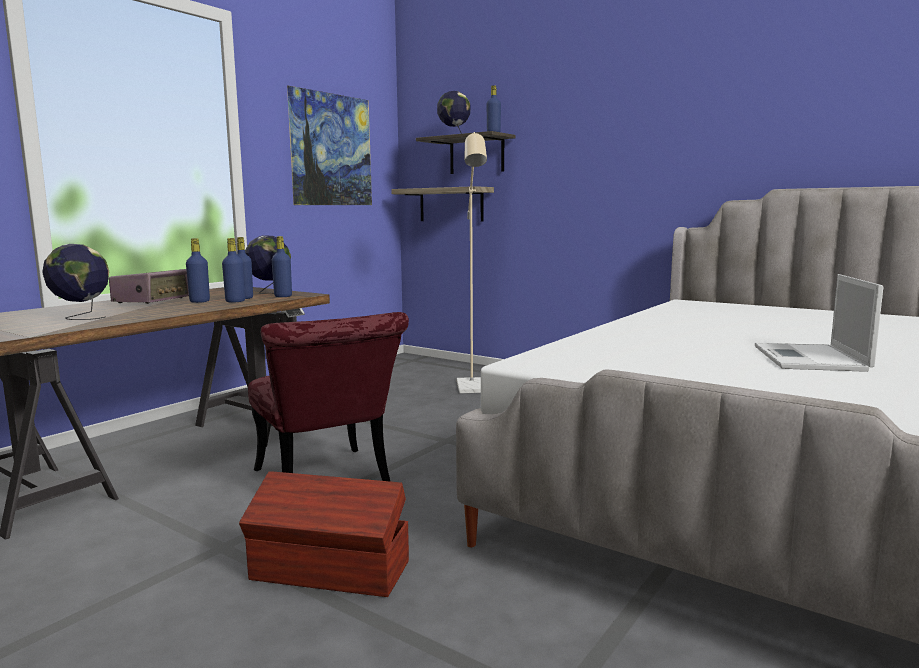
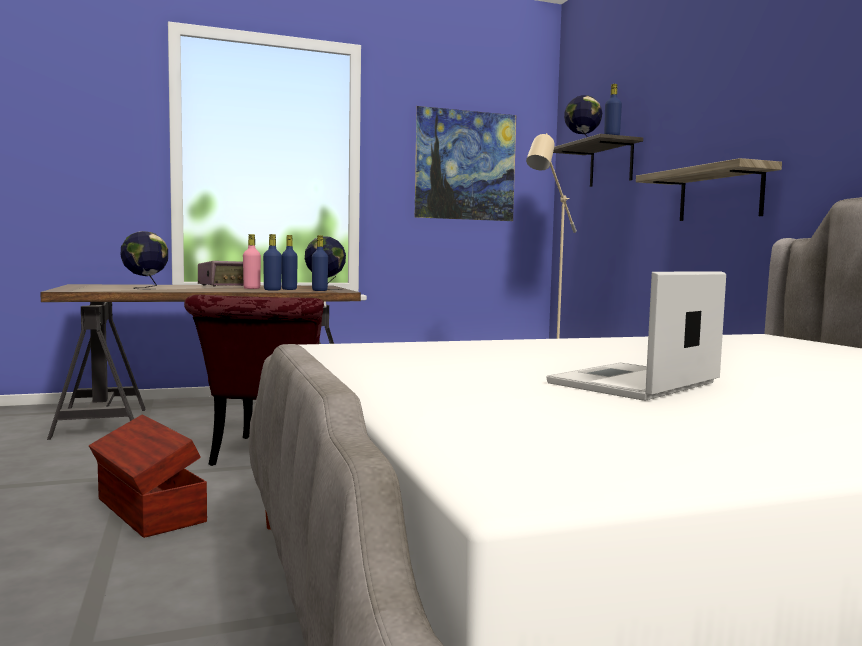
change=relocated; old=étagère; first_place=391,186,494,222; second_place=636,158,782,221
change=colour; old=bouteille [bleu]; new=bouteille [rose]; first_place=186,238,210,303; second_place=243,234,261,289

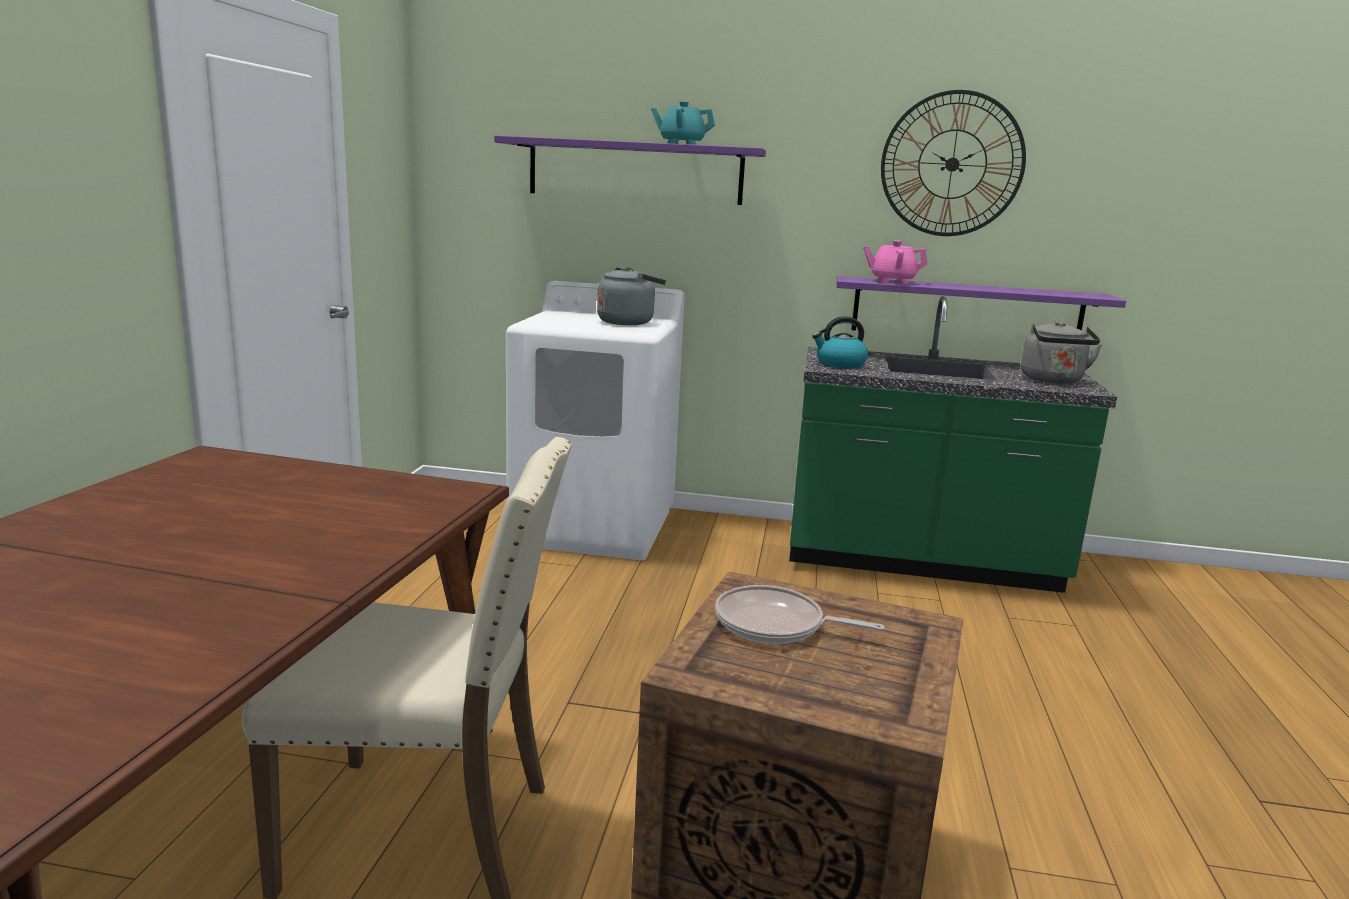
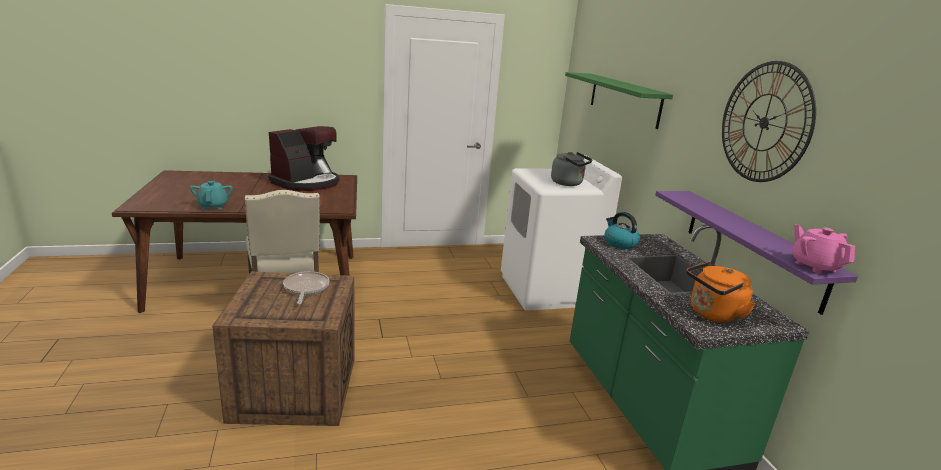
change=appeared; new=machine à café; second_place=269,126,340,191
change=relocated; old=théière [turquoise]; first_place=651,101,715,145; second_place=190,180,233,210
change=relocated; old=théière [rose]; first_place=863,240,927,284; second_place=792,224,856,274
change=colour; old=étagère [violet]; new=étagère [vert]; first_place=494,135,766,205; second_place=565,72,673,129
change=colour; old=bouilloire [gris]; new=bouilloire [orange]; first_place=1021,321,1102,384; second_place=687,261,756,324

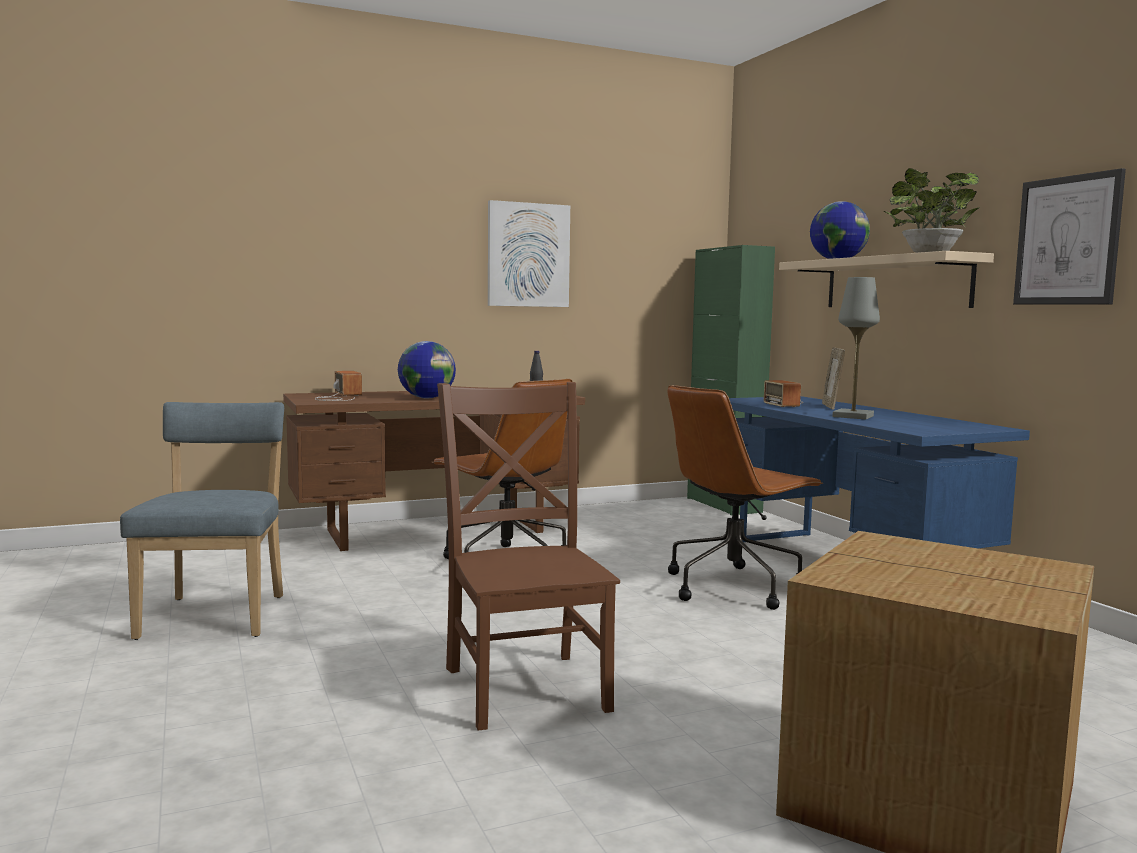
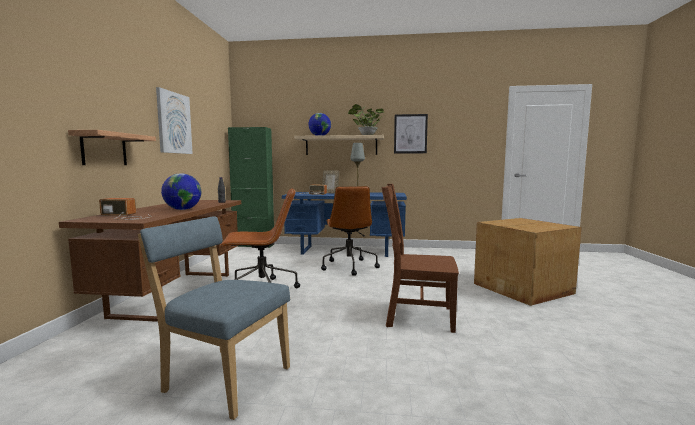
change=appeared; new=étagère; second_place=68,130,156,165

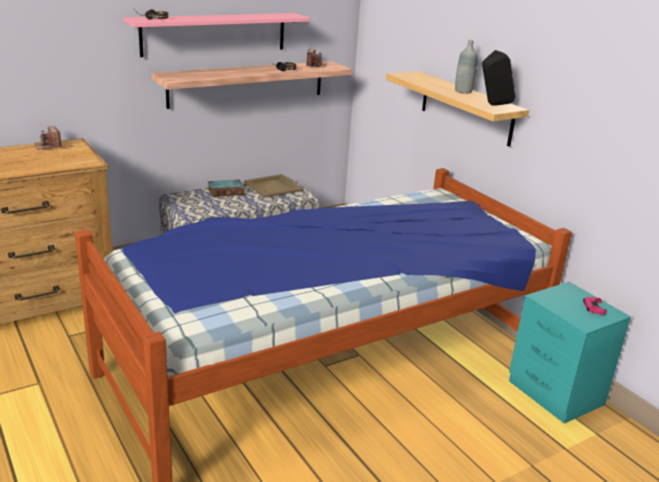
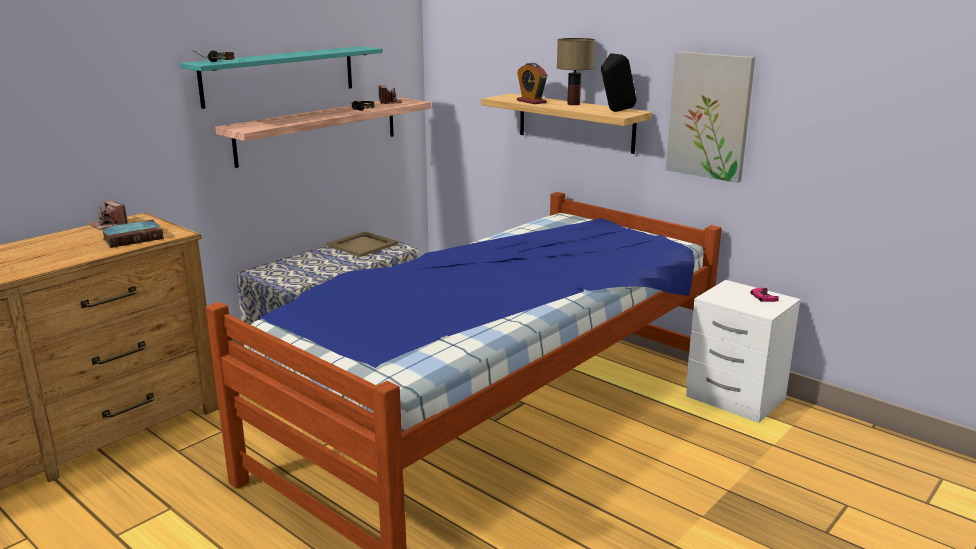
change=appeared; new=réveil; second_place=517,63,547,104
change=appeared; new=tableau; second_place=666,51,755,183
change=relocated; old=livre; first_place=208,180,245,197; second_place=101,220,164,248
change=exchanged; old=bouteille [gris]; new=lampe de table; first_place=455,40,478,94; second_place=557,38,595,105
change=colour; old=étagère [rose]; new=étagère [turquoise]; first_place=123,13,310,57; second_place=179,46,383,109
change=colour; old=table de chevet [turquoise]; new=table de chevet [blanc]; first_place=509,282,631,424; second_place=686,280,801,423

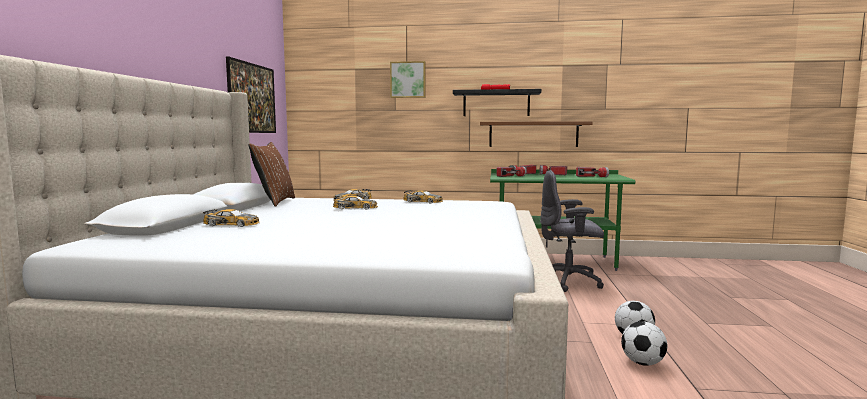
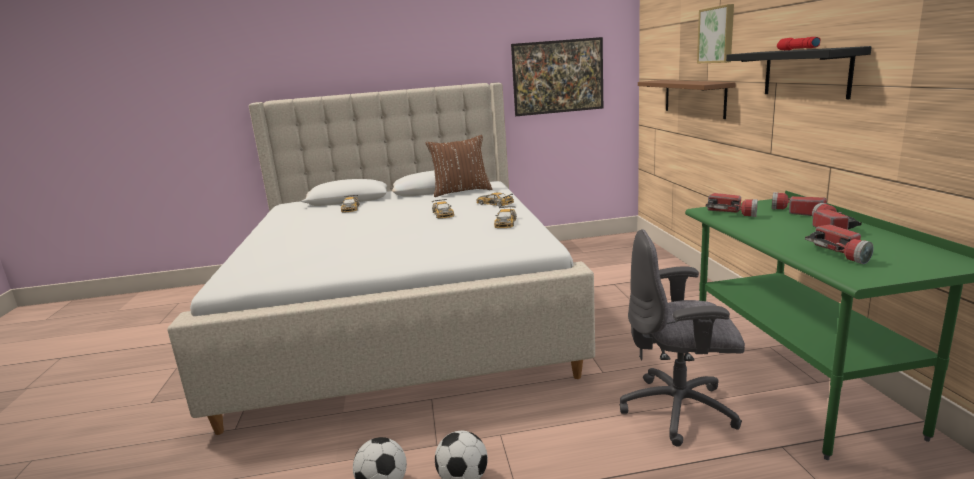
change=relocated; old=étagère [marron]; first_place=480,121,593,147; second_place=638,80,736,119
change=spun; old=chaise de bureau [gris]; first_place=540,170,604,292; second_place=620,229,745,447; degrees=-75

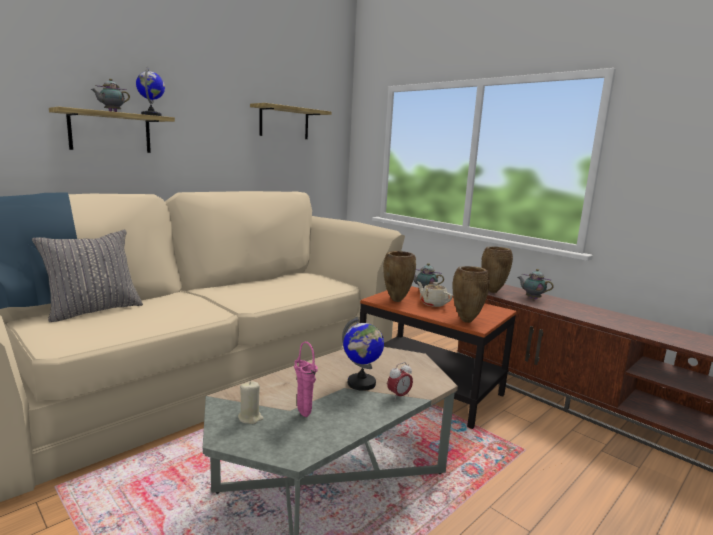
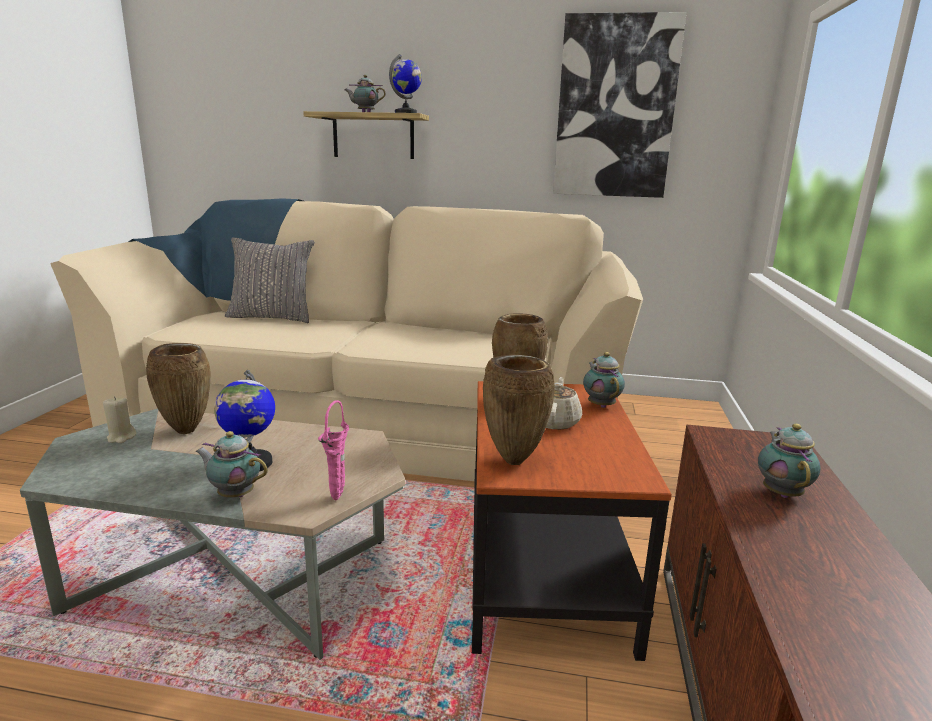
change=relocated; old=vase [rose]; first_place=294,341,318,417; second_place=318,400,349,501
change=relocated; old=vase [marron]; first_place=481,246,513,293; second_place=146,343,211,434
change=exchanged; old=étagère; new=tableau; first_place=250,103,331,139; second_place=553,12,687,198
change=exchanged; old=réveil; new=théière; first_place=387,362,413,399; second_place=195,431,268,498

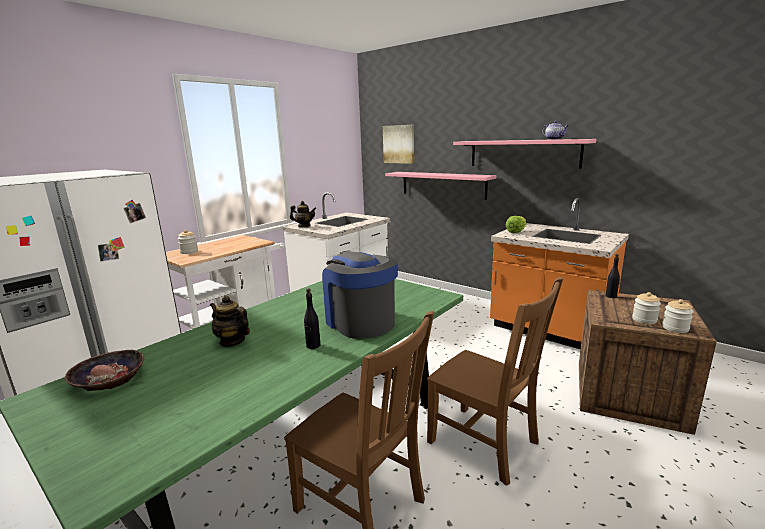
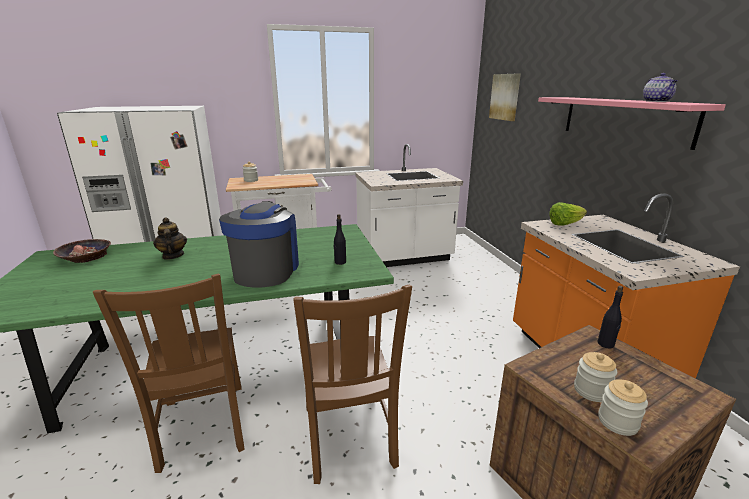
change=missing; old=théière; first_place=290,201,316,227
change=missing; old=étagère [rose]; first_place=385,172,497,200
change=relocated; old=bouteille [noir]; first_place=304,288,320,349; second_place=334,214,346,265

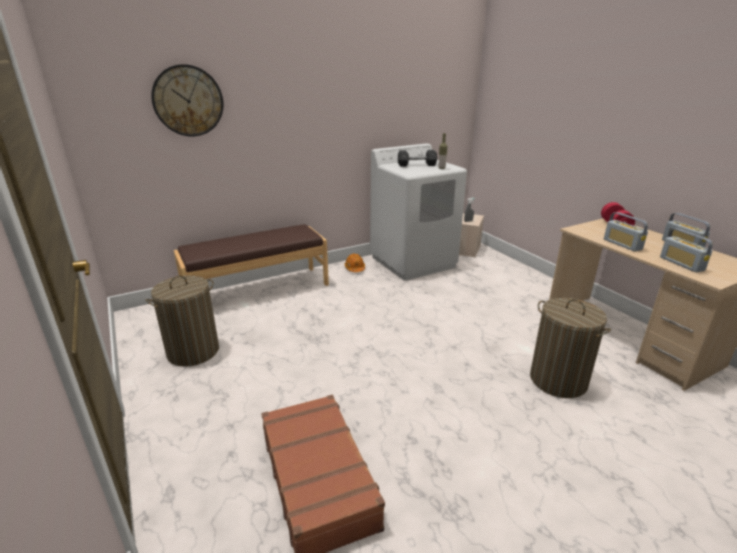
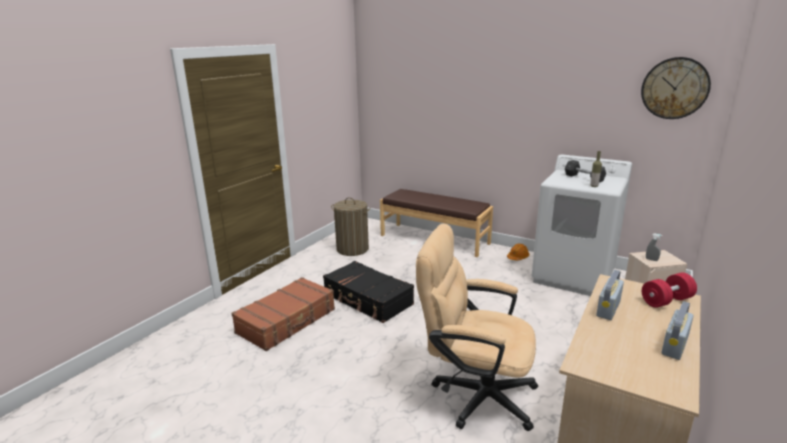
change=missing; old=radio; first_place=660,228,713,273
change=appeared; new=valise [noir]; second_place=323,261,414,323
change=relocated; old=horloge murale; first_place=151,64,223,136; second_place=641,57,711,119
change=exchanged; old=panier à linge; new=chaise de bureau [beige]; first_place=530,297,611,398; second_place=416,224,538,431

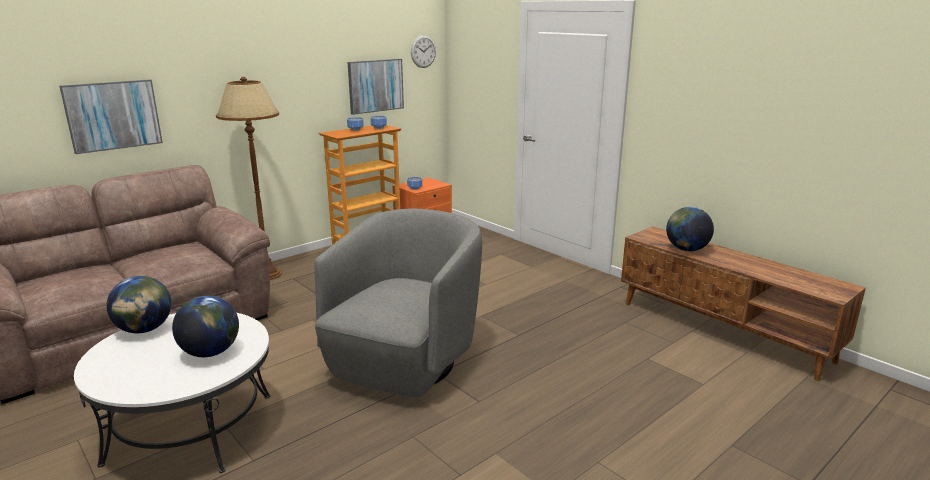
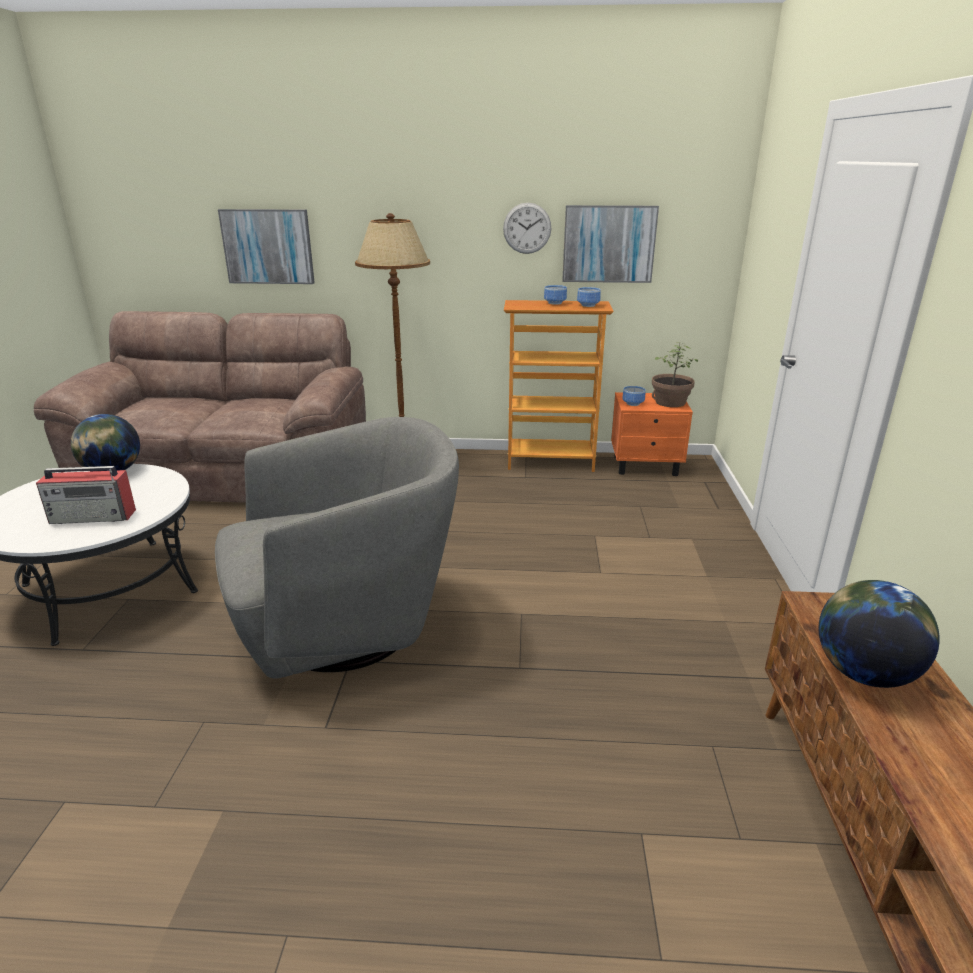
change=appeared; new=plante en pot; second_place=652,342,698,407
change=relocated; old=horloge murale; first_place=411,35,436,68; second_place=503,203,551,254
change=exchanged; old=globe; new=radio; first_place=172,295,239,357; second_place=36,466,136,524

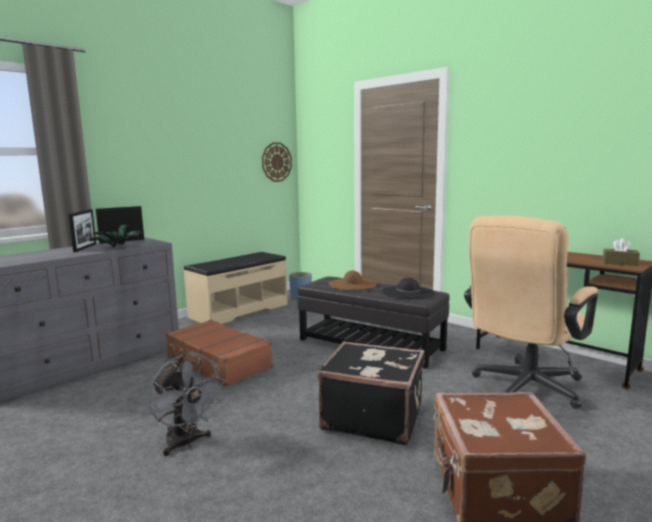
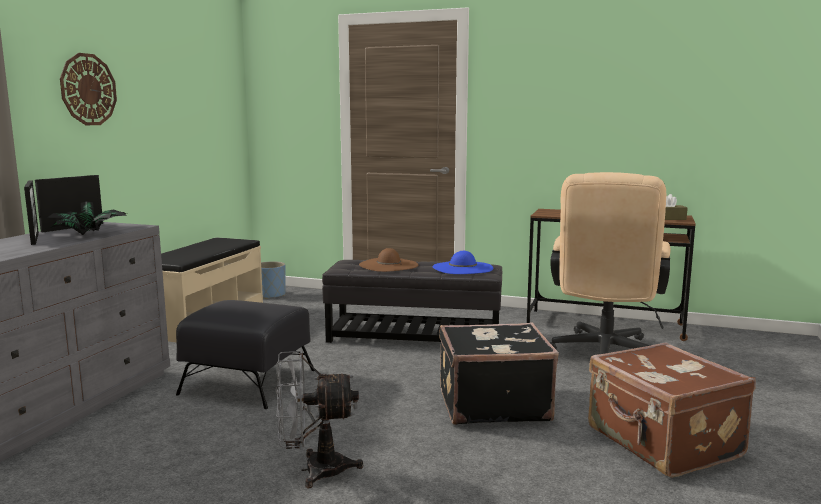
change=relocated; old=horloge murale; first_place=262,142,292,182; second_place=60,53,117,125
change=exchanged; old=valise [marron]; new=pouf [noir]; first_place=165,319,273,387; second_place=176,300,315,409
change=colour; old=chapeau [noir]; new=chapeau [bleu]; first_place=382,278,435,299; second_place=432,251,493,274
change=spun; old=ventilateur [gris]; first_place=148,353,226,456; second_place=276,351,363,488; degrees=150

